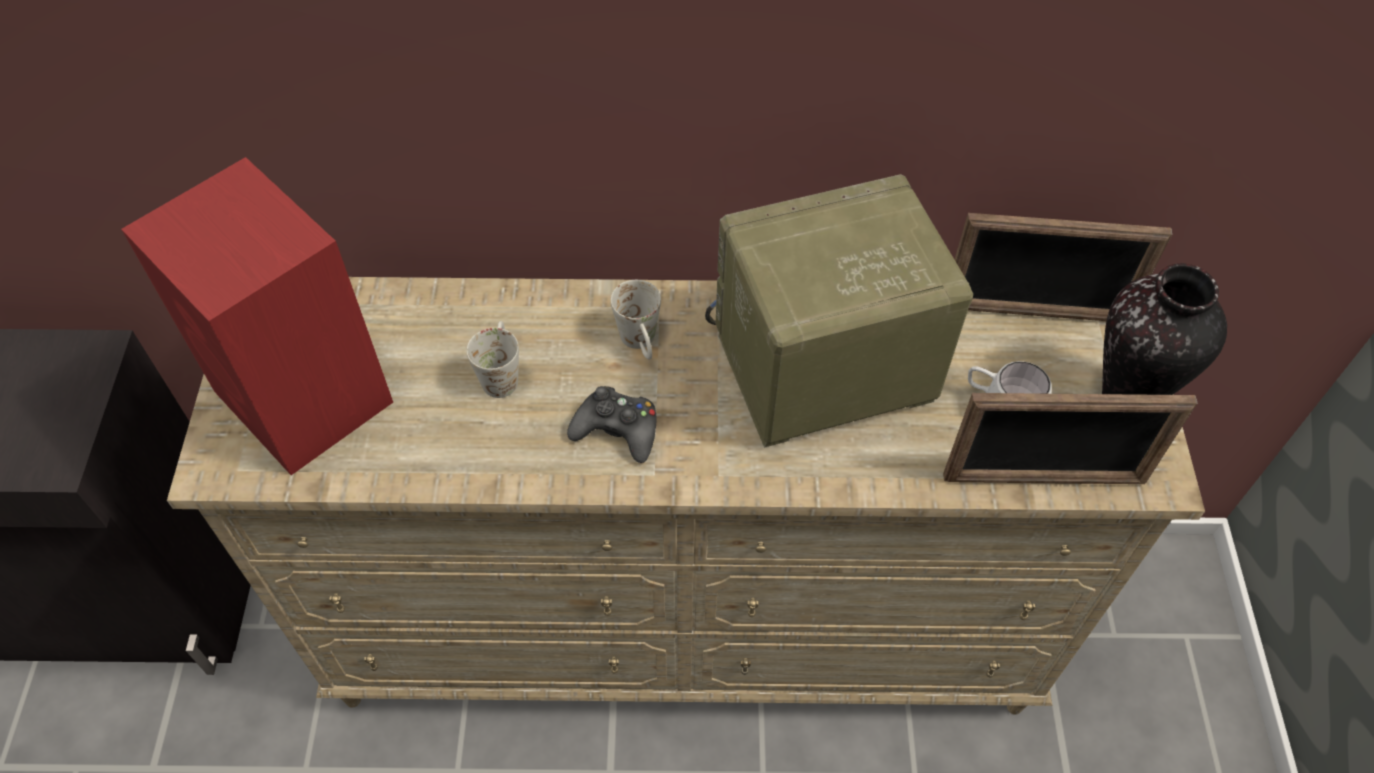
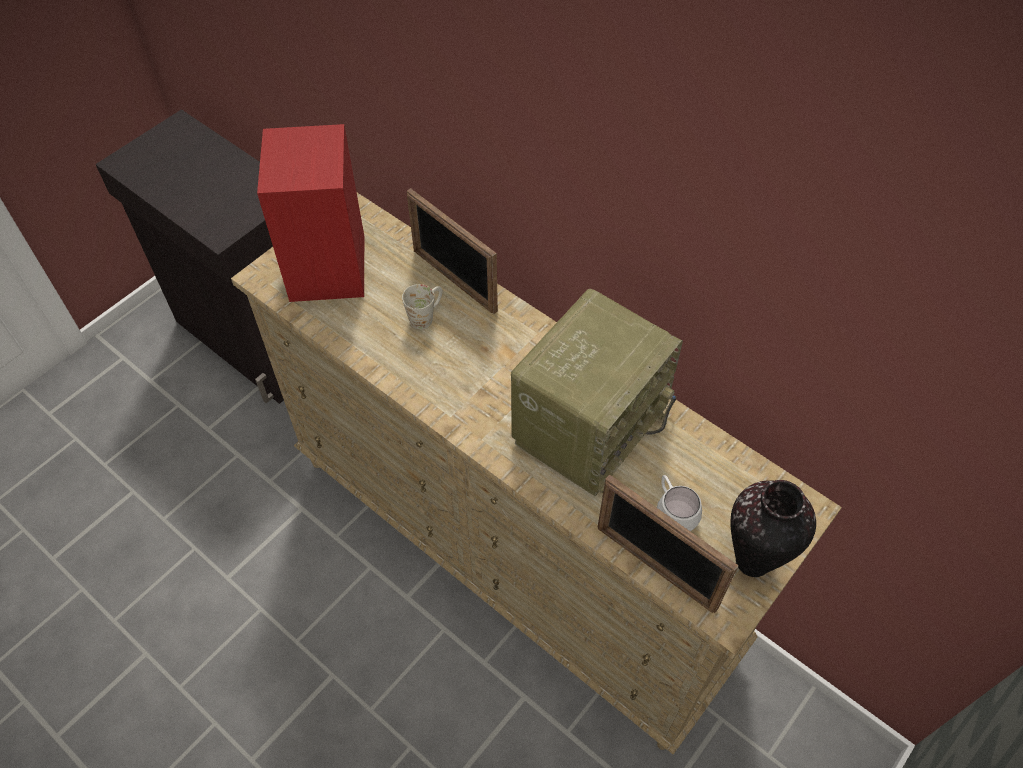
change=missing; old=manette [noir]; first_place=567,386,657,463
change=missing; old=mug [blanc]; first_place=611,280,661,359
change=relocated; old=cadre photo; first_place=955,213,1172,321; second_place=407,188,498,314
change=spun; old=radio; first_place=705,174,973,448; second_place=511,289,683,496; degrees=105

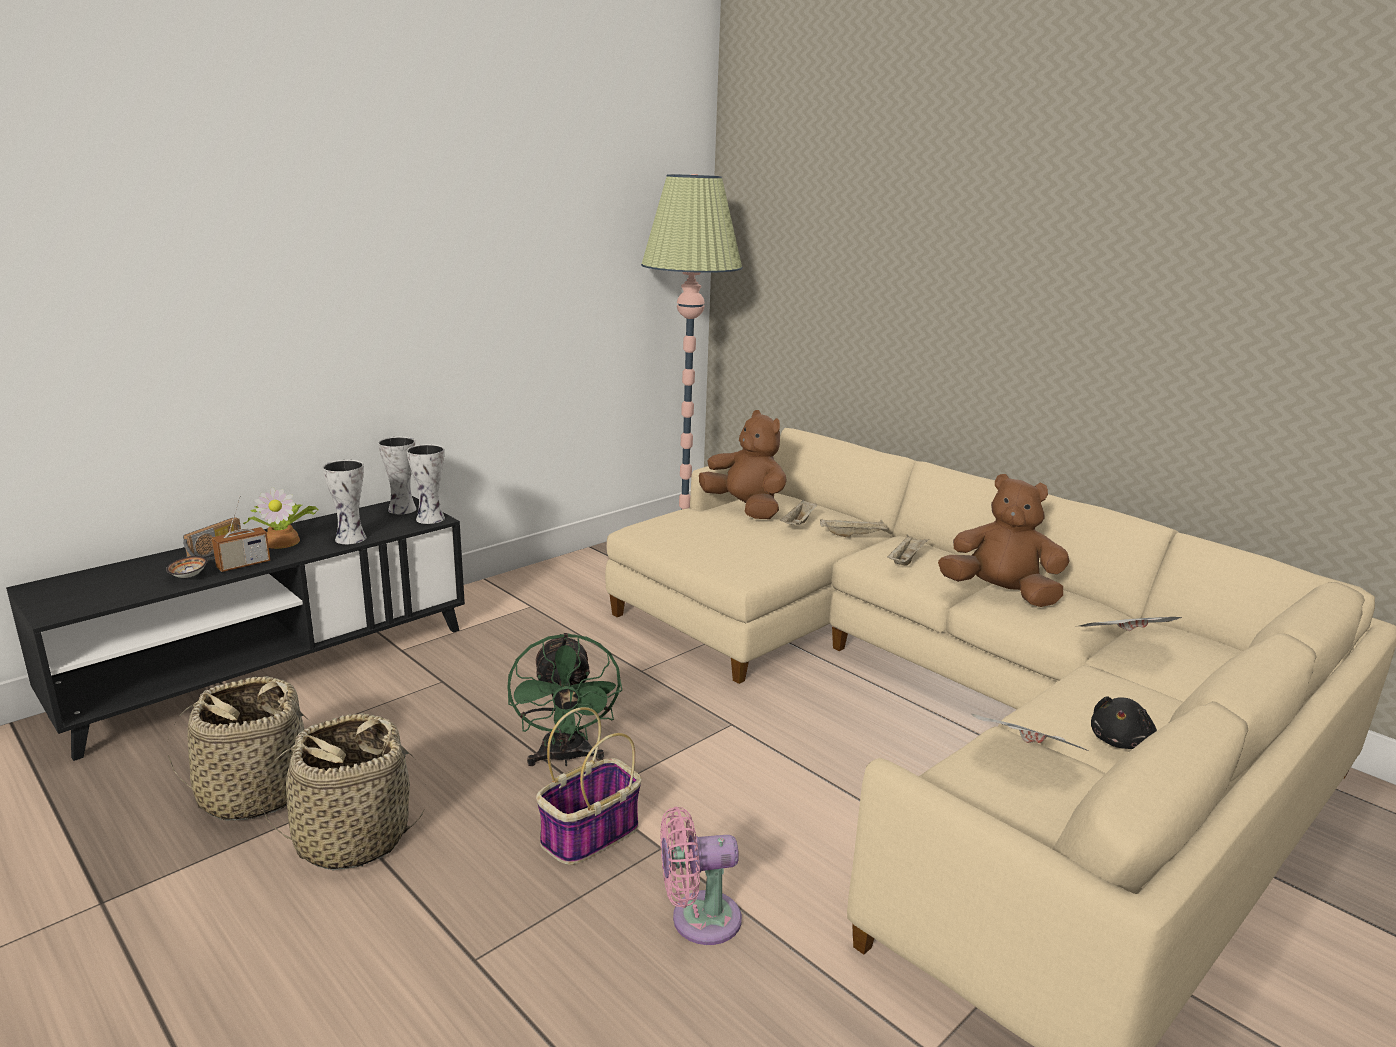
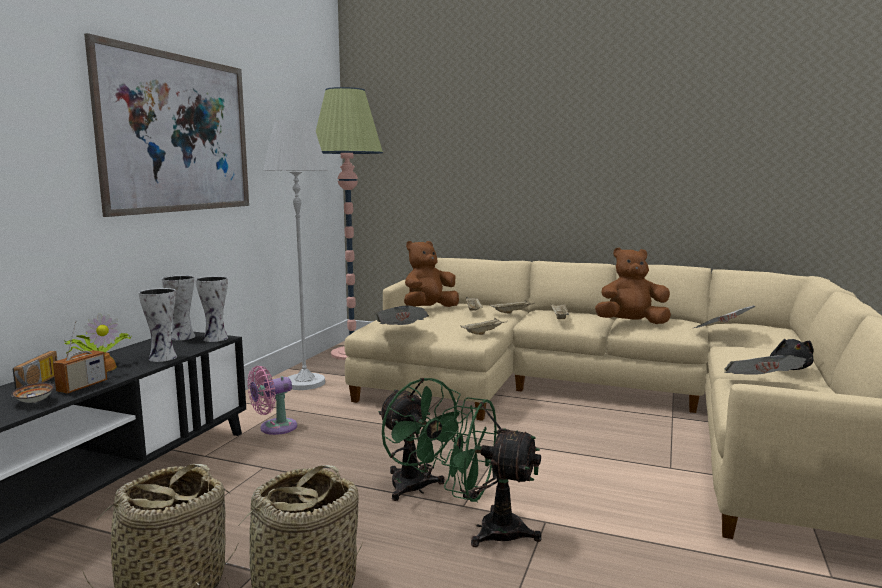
change=appeared; new=tableau; second_place=84,33,249,217
change=appeared; new=lampadaire [blanc]; second_place=263,121,328,390
change=appeared; new=journal; second_place=374,305,429,325
change=appeared; new=plateau [beige]; second_place=461,318,508,335
change=relocated; old=ventilateur [rose]; first_place=660,807,742,945; second_place=247,366,297,435
change=exchanged; old=panier; new=ventilateur [vert]; first_place=536,707,641,865; second_place=441,397,542,547
change=spun; old=peluche [marron]; first_place=699,410,787,519; second_place=404,241,459,307; degrees=-60

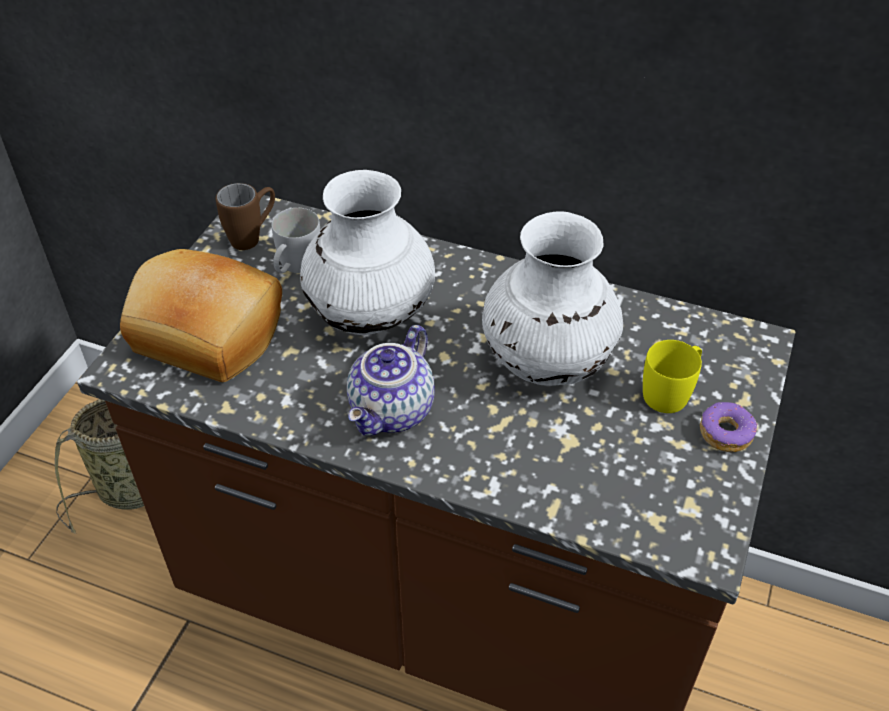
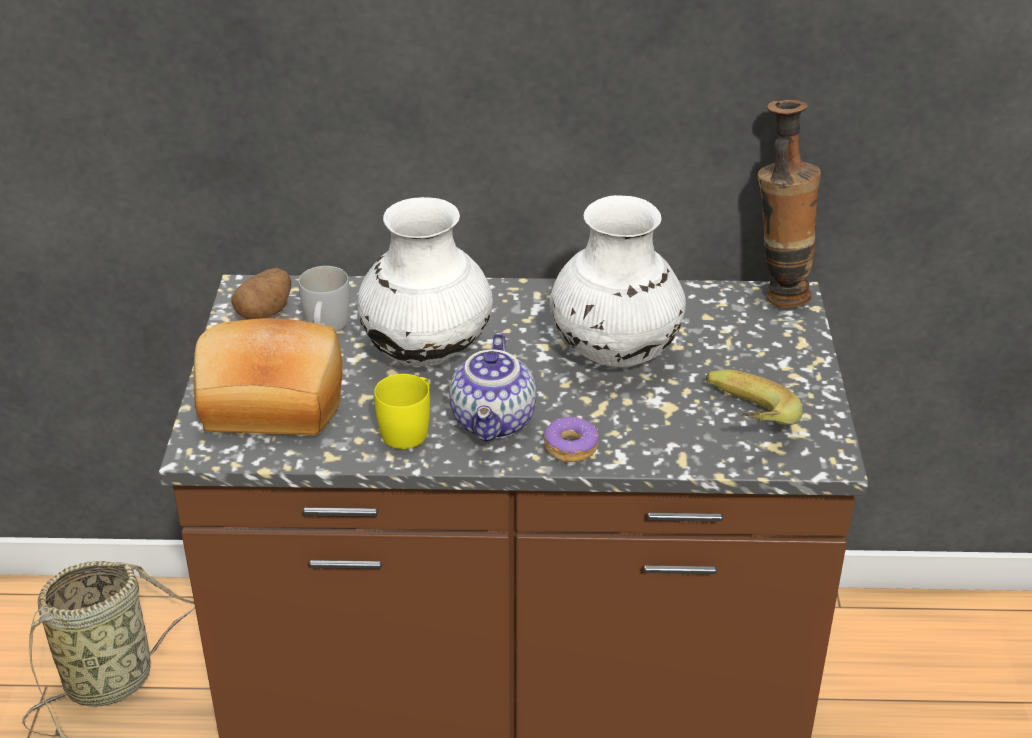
change=appeared; new=banane; second_place=706,369,803,425
change=appeared; new=vase; second_place=758,100,821,308
change=relocated; old=mug [jaune]; first_place=643,340,702,413; second_place=374,374,430,449
change=relocated; old=beignet; first_place=700,402,758,452; second_place=544,417,599,462
change=exchanged; old=mug [marron]; new=pomme de terre; first_place=216,183,275,250; second_place=231,268,291,319

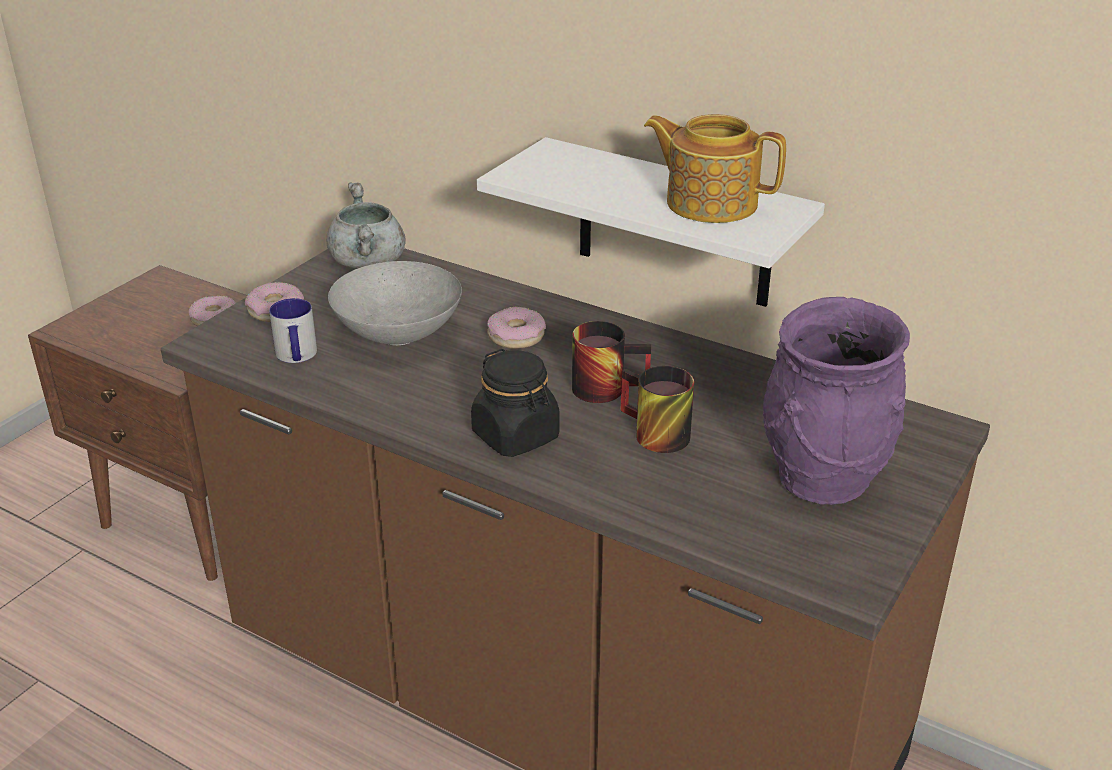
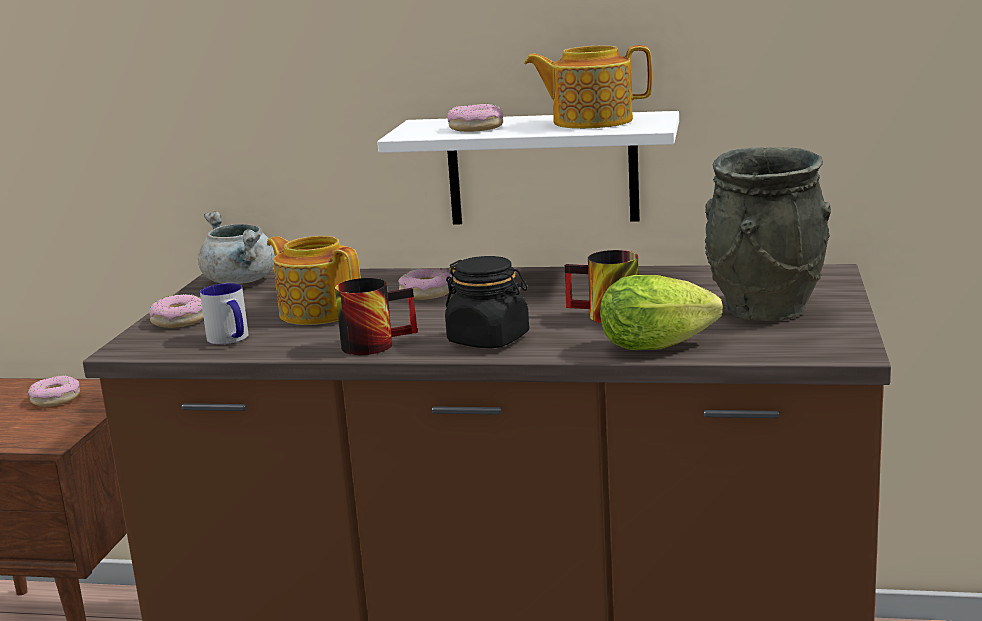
change=appeared; new=beignet; second_place=447,104,503,132
change=appeared; new=laitue; second_place=600,275,723,350
change=relocated; old=mug; first_place=572,321,651,403; second_place=335,278,417,355
change=exchanged; old=bol [gris]; new=théière; first_place=328,261,462,345; second_place=267,236,361,325
change=colour; old=vase [violet]; new=vase [gris]; first_place=763,297,910,505; second_place=705,147,831,321

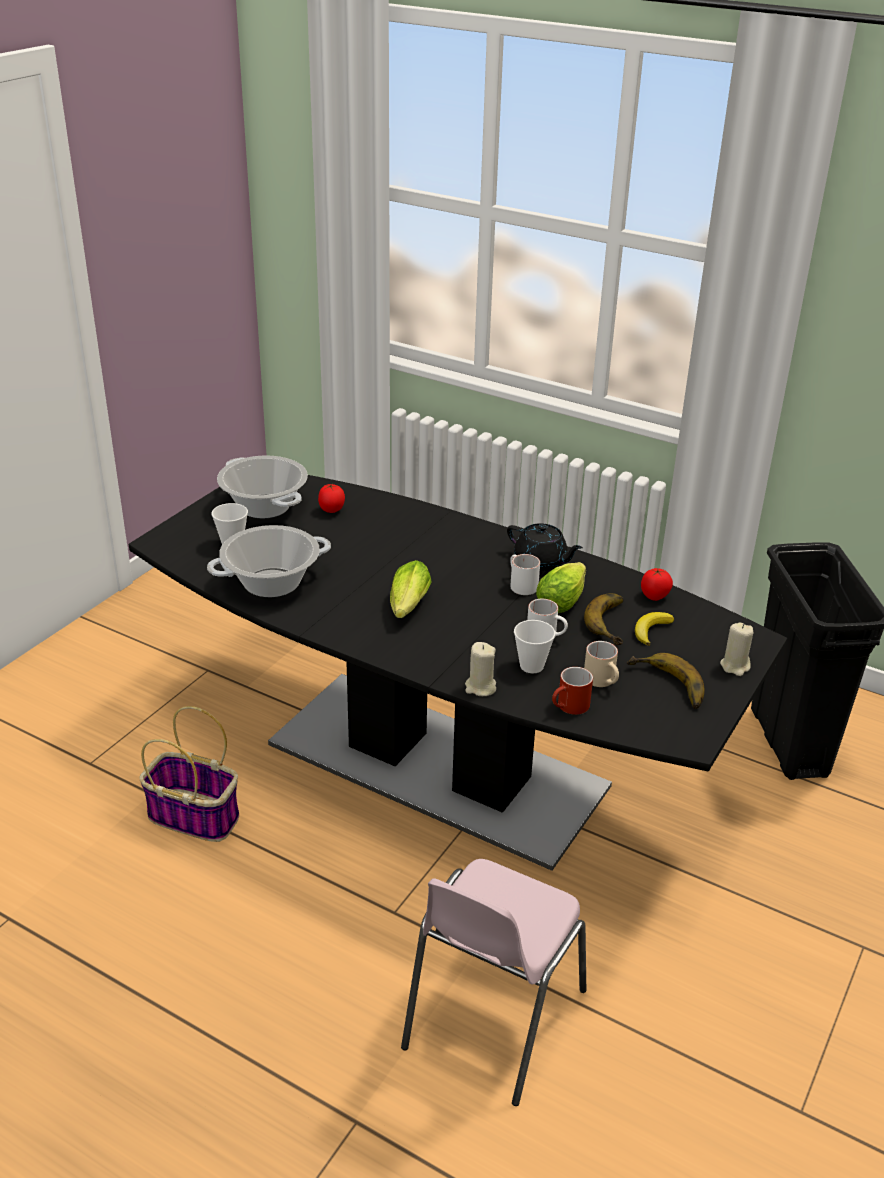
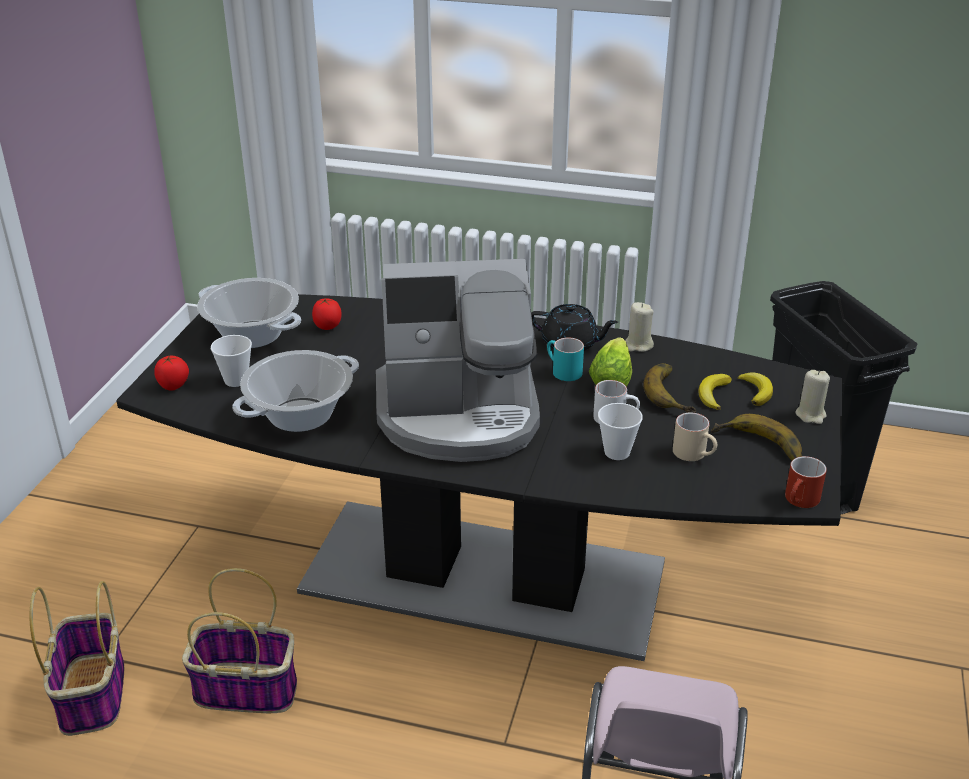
change=appeared; new=panier; second_place=30,581,124,736
change=appeared; new=banane; second_place=738,373,773,406
change=relocated; old=bougie [beige]; first_place=465,642,496,696; second_place=625,302,654,352
change=relocated; old=mug [rouge]; first_place=552,667,593,715; second_place=785,456,827,508
change=relocated; old=tomate; first_place=641,568,673,601; second_place=154,355,189,390
change=exchanged; old=laitue; new=machine à café; first_place=390,560,432,618; second_place=376,259,540,462
change=colour; old=mug [blanc]; new=mug [turquoise]; first_place=510,554,540,595; second_place=547,338,584,381

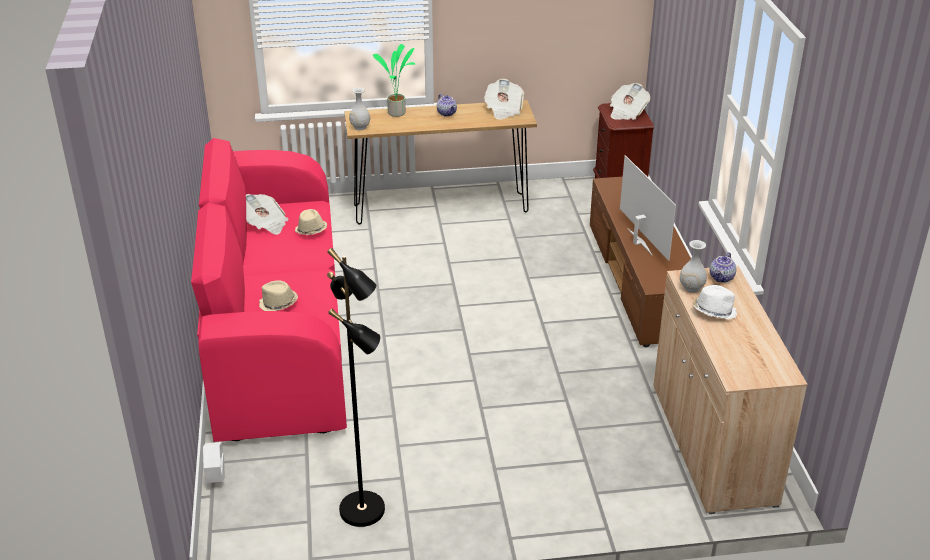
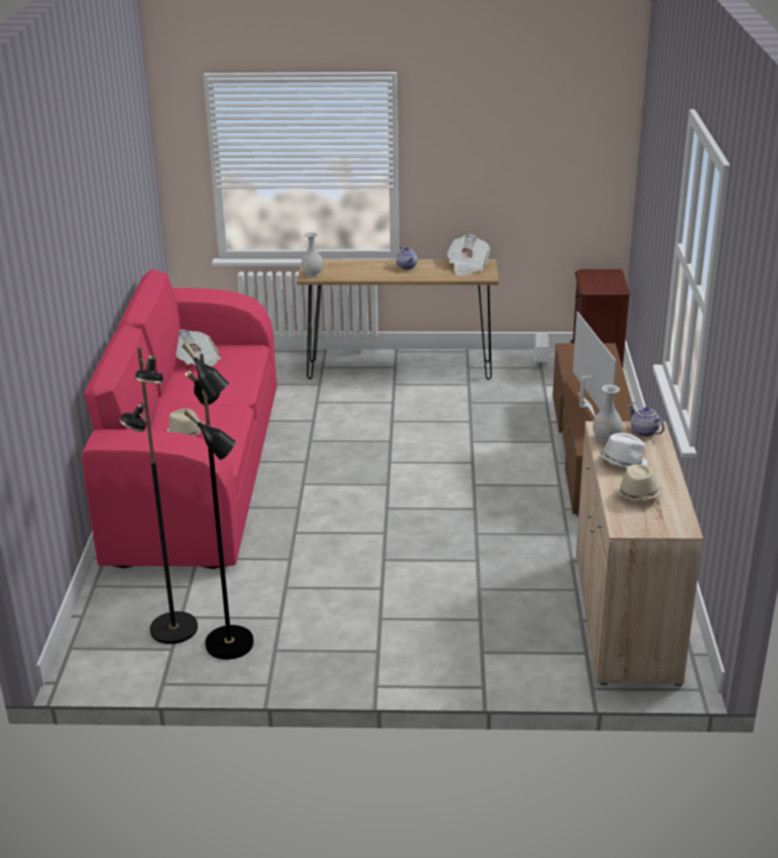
change=missing; old=plante en pot; first_place=373,44,415,117
change=missing; old=journal; first_place=610,83,650,120
change=appeared; new=lampadaire [noir]; second_place=119,347,198,644
change=relocated; old=cache-pot [blanc]; first_place=203,442,225,483; second_place=534,332,549,363
change=relocated; old=chapeau [beige]; first_place=295,209,327,235; second_place=615,464,662,500
change=spun; old=théière; first_place=710,252,736,283; second_place=628,405,665,437; degrees=105

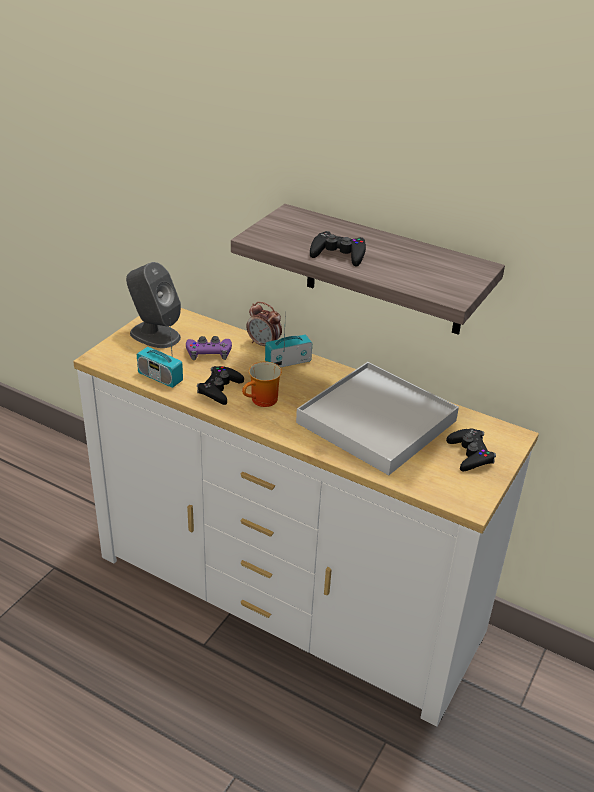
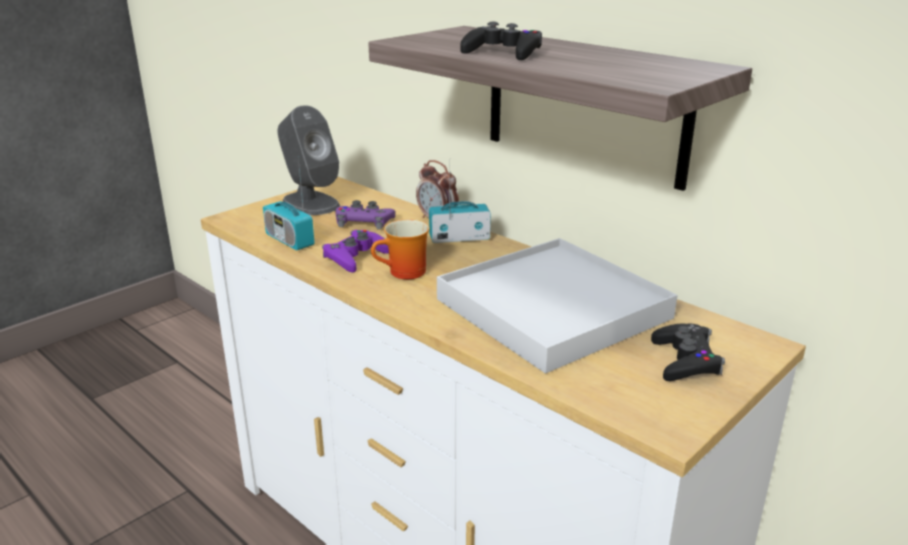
change=colour; old=manette [noir]; new=manette [violet]; first_place=197,366,244,405; second_place=322,230,389,273

